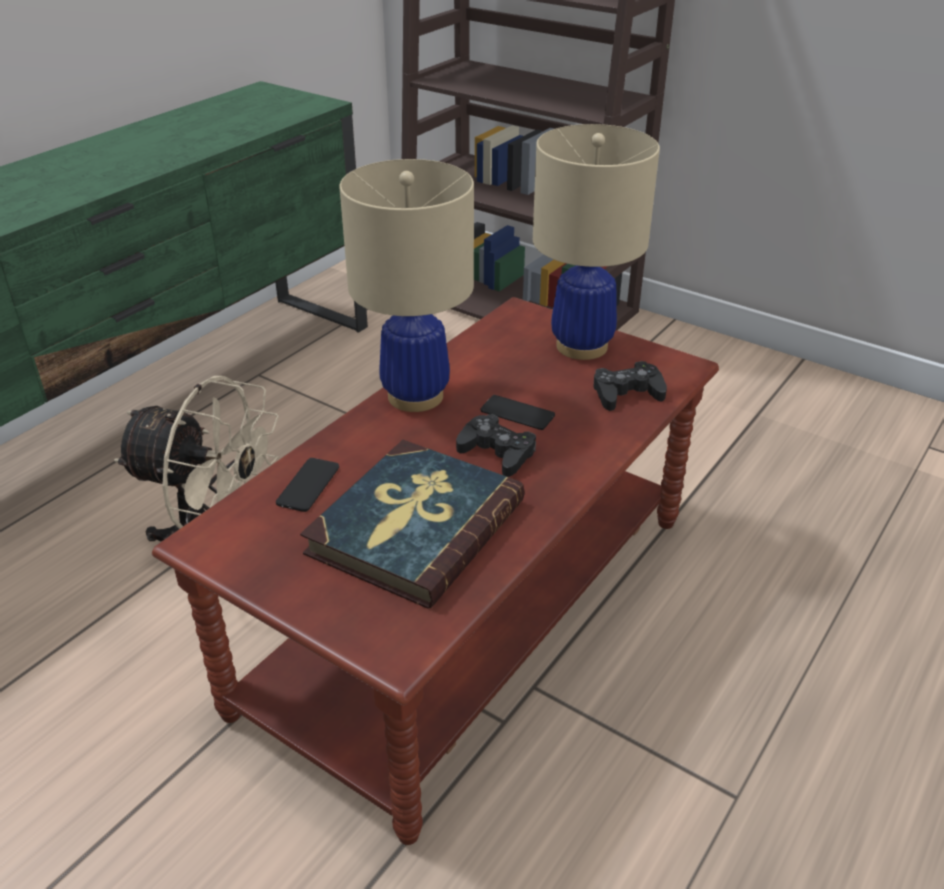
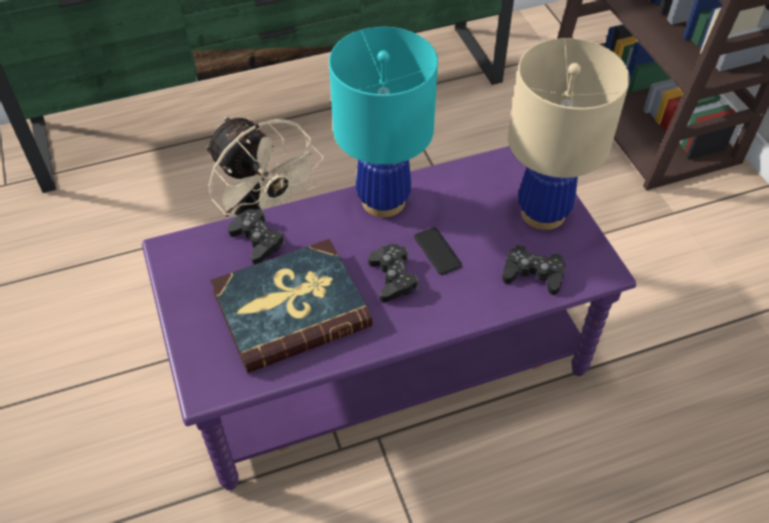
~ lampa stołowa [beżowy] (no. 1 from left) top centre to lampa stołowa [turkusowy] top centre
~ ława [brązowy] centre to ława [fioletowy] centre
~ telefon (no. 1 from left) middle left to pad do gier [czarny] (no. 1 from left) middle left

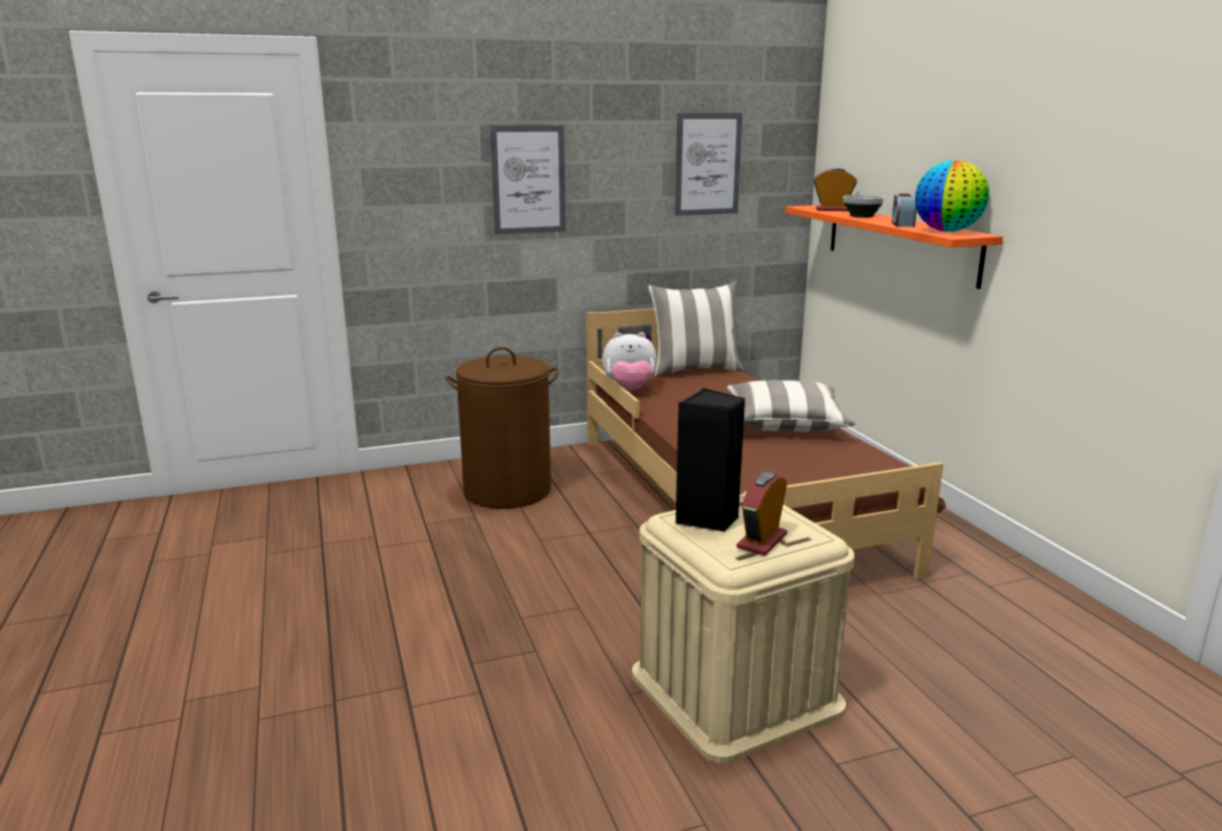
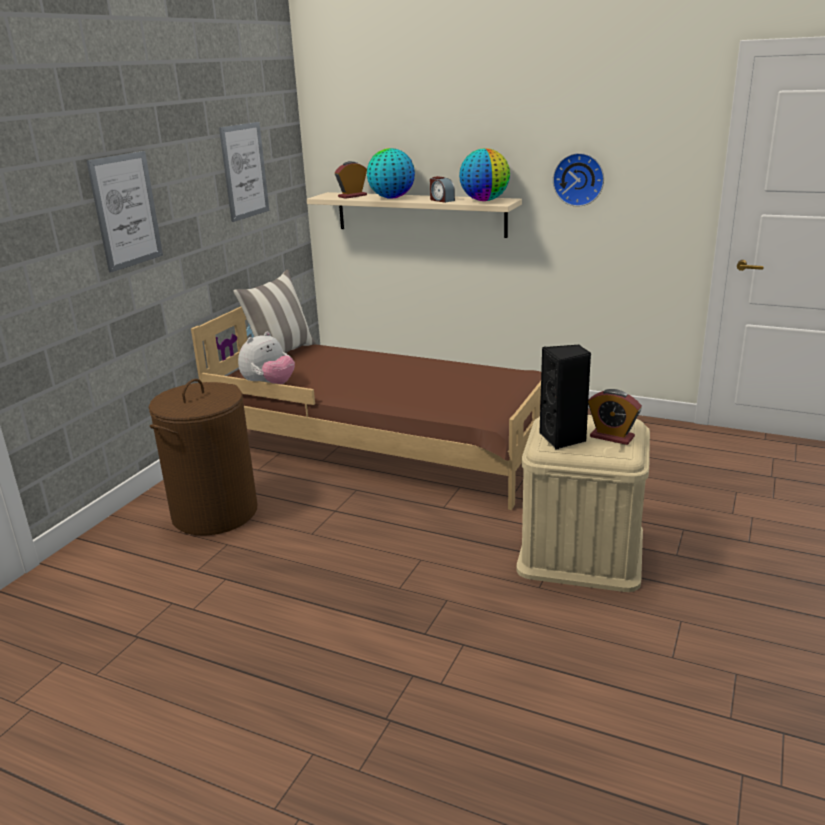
~ miska top right to globus (no. 1 from left) top centre
~ półka [pomarańczowy] top right to półka [beżowy] top centre
- poduszka (no. 2 from left) centre
~ budzik (no. 1 from left in the first image) centre = middle right 45 degrees counterclockwise
+ zegar ścienny top right

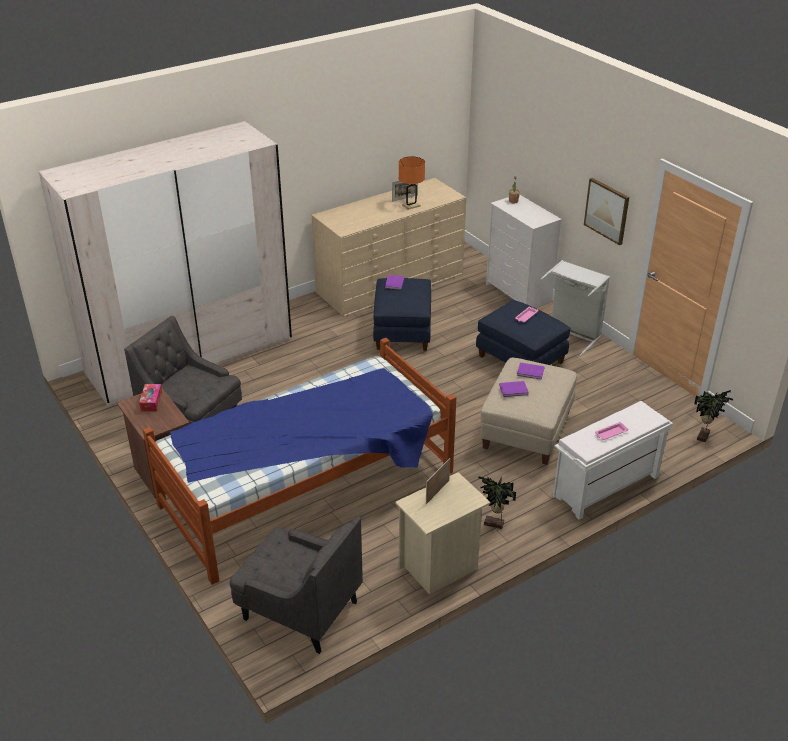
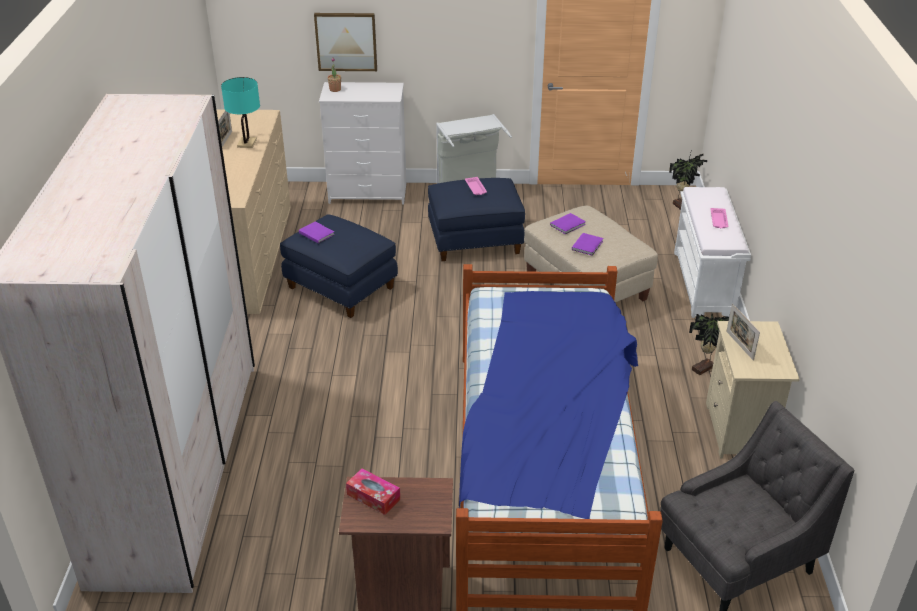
~ lampa stołowa [pomarańczowy] top centre to lampa stołowa [turkusowy] top left
~ obraz top right to top centre
- fotel [szary] (no. 1 from left) middle left

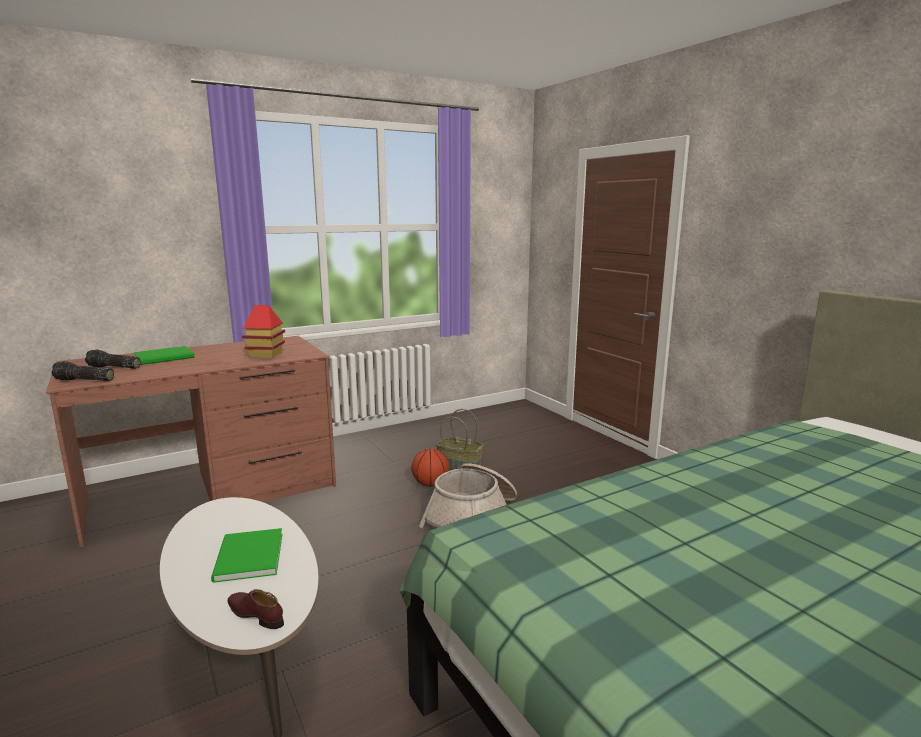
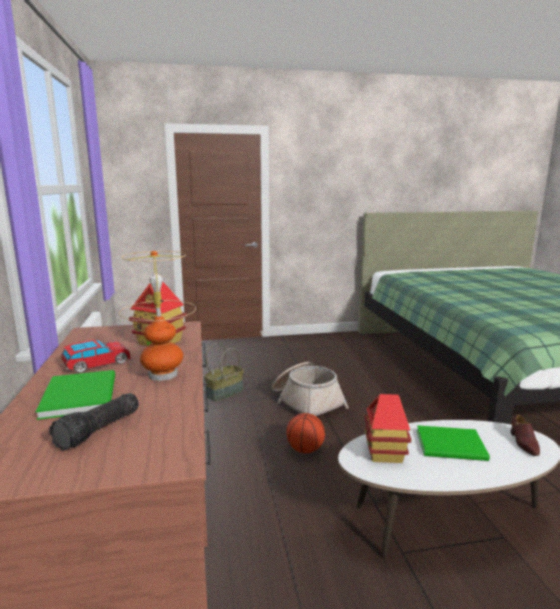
- latarka (no. 1 from left) middle left
~ piłka do koszykówki centre to bottom centre
~ but [brązowy] bottom left = bottom right 45 degrees counterclockwise
+ lampa stołowa middle left
+ samochodzik middle left
+ domek (no. 2 from left) bottom right

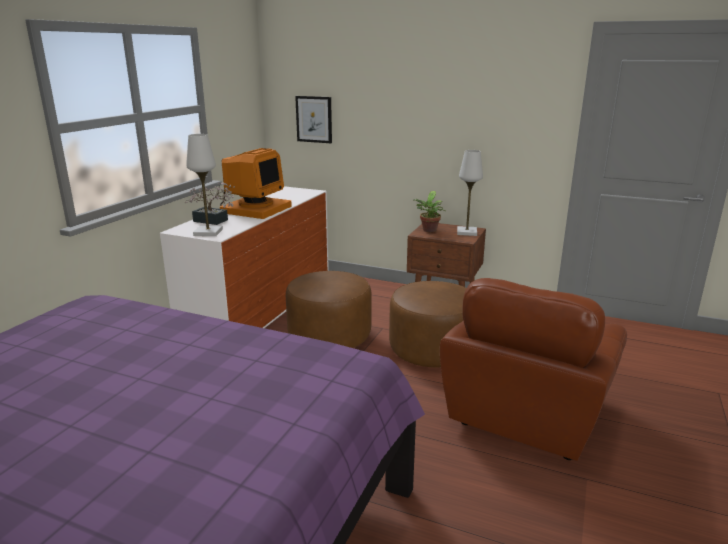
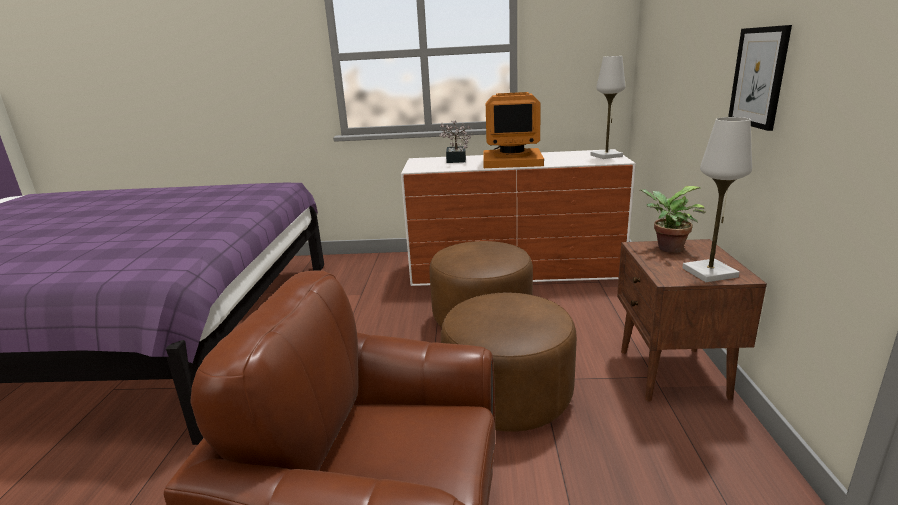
~ obraz top centre to top right
~ lampa stołowa [biały] (no. 1 from left) middle left to top right

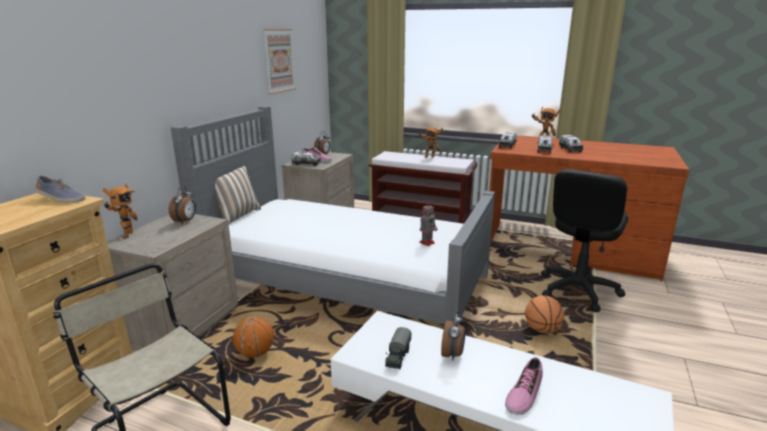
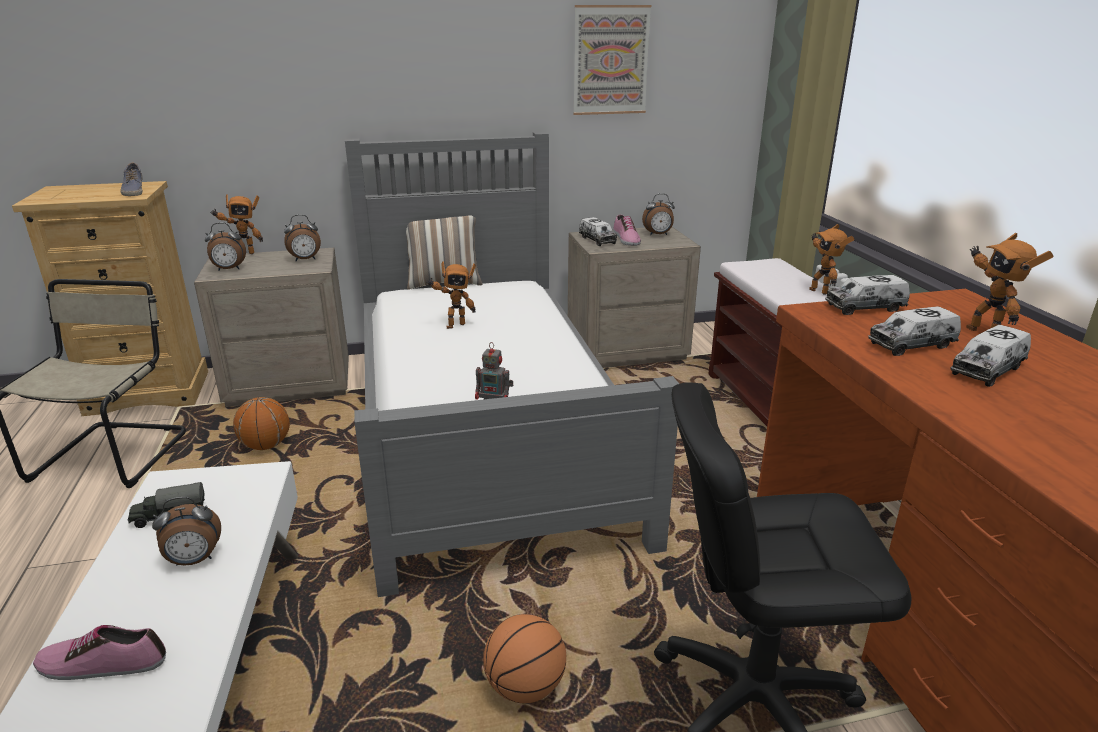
+ budzik (no. 2 from left) middle left
+ robot zabawkowy (no. 2 from left) centre

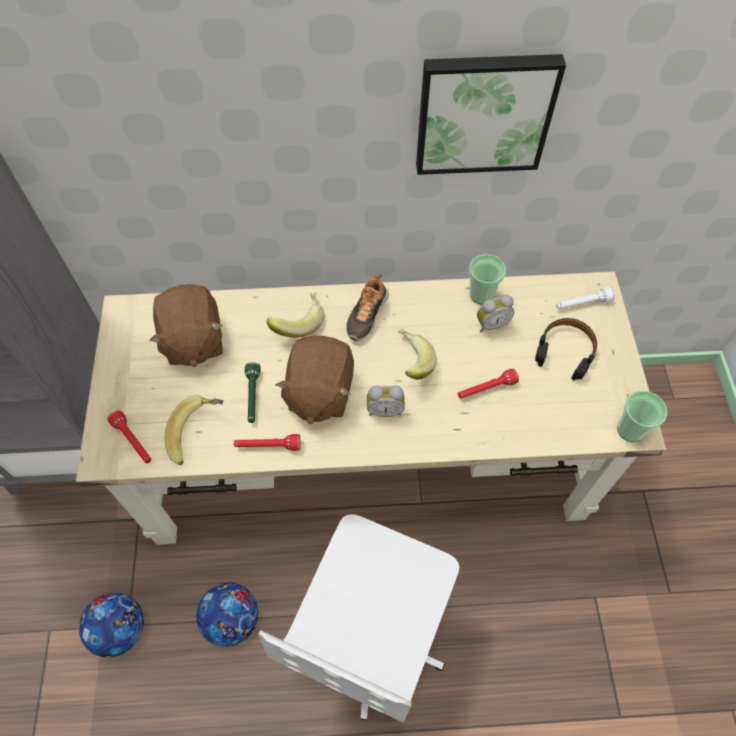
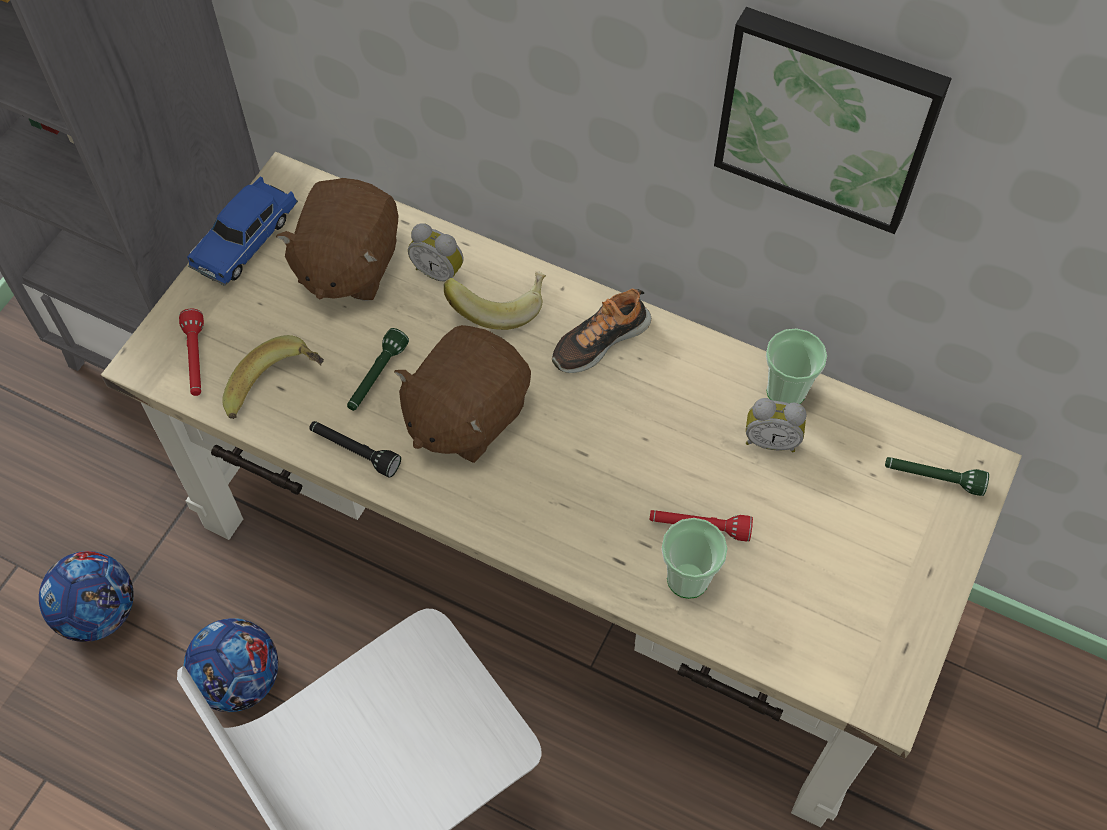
~ latarka [biały] middle right to latarka [zielony] (no. 2 from left) middle right
- słuchawki [czarny] middle right
- banan (no. 3 from left) centre
~ budzik (no. 1 from left) centre to top centre
~ filiżanka (no. 2 from left in the first image) middle right to filiżanka (no. 1 from left) bottom centre
~ latarka [czerwony] (no. 2 from left) centre to latarka [czarny] middle left
+ samochodzik [niebieski] top left

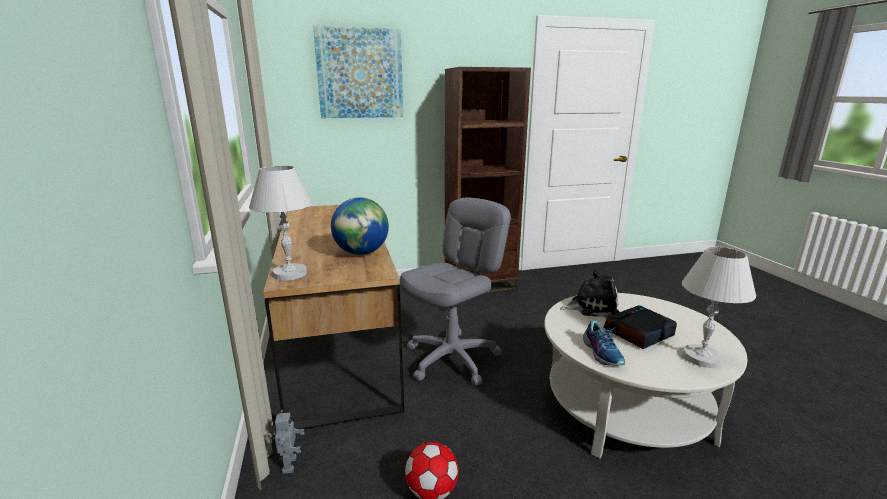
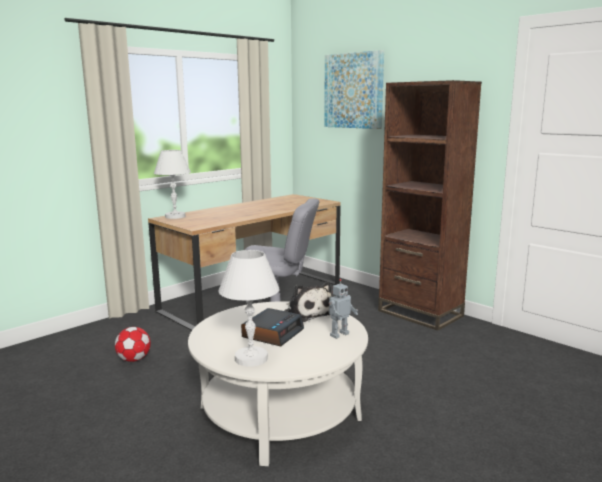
- globus centre
~ budzik middle right = bottom centre 90 degrees clockwise
- but bottom right
~ robot zabawkowy bottom left to centre

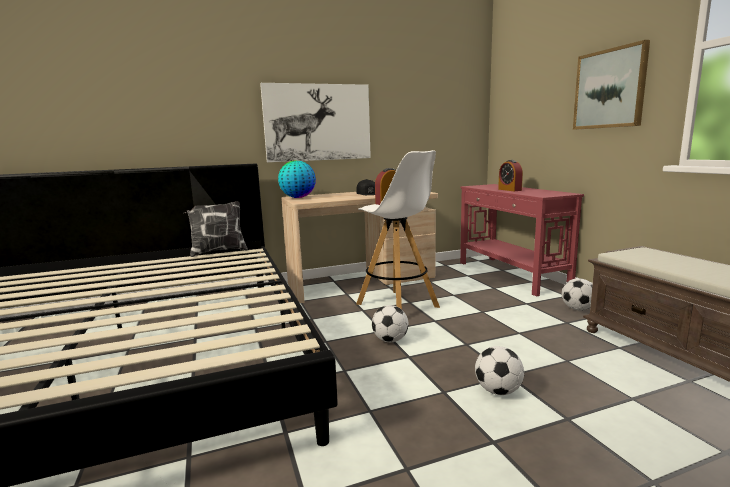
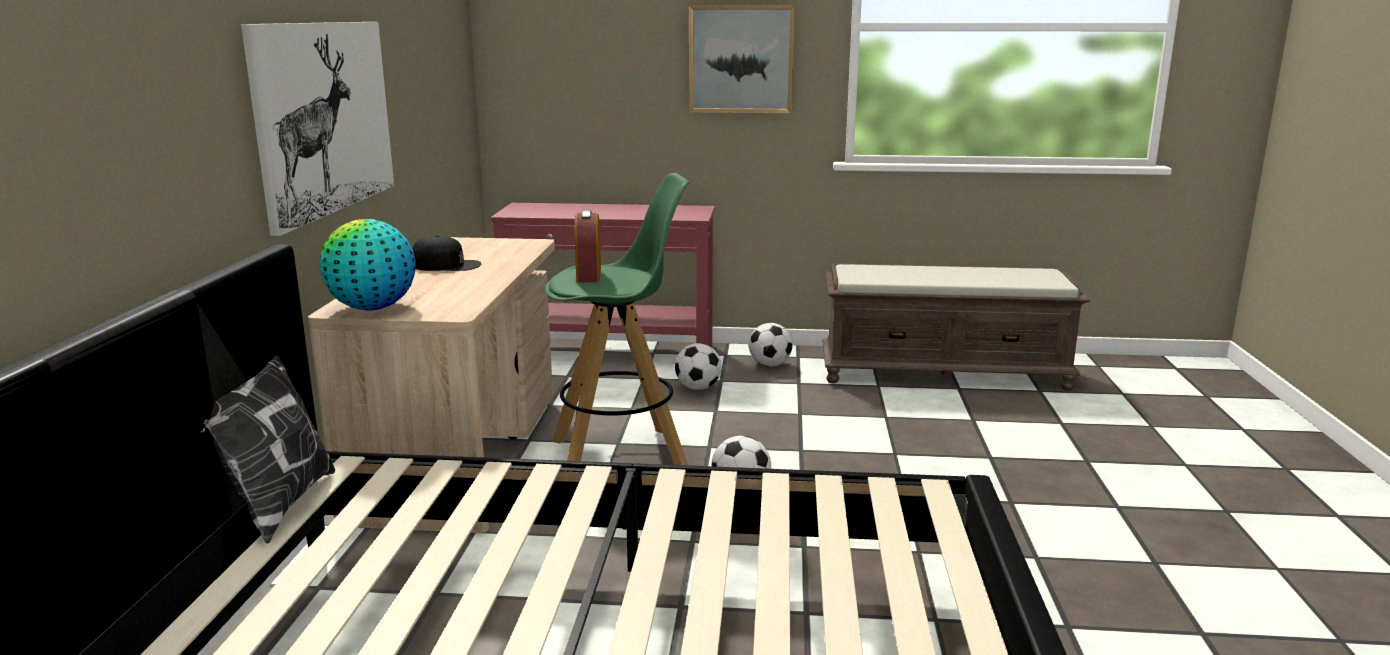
~ stołek [biały] centre to stołek [zielony] centre
- budzik (no. 2 from left) middle right
~ piłka futbolowa (no. 2 from left in the first image) bottom right to piłka futbolowa (no. 1 from left) centre

